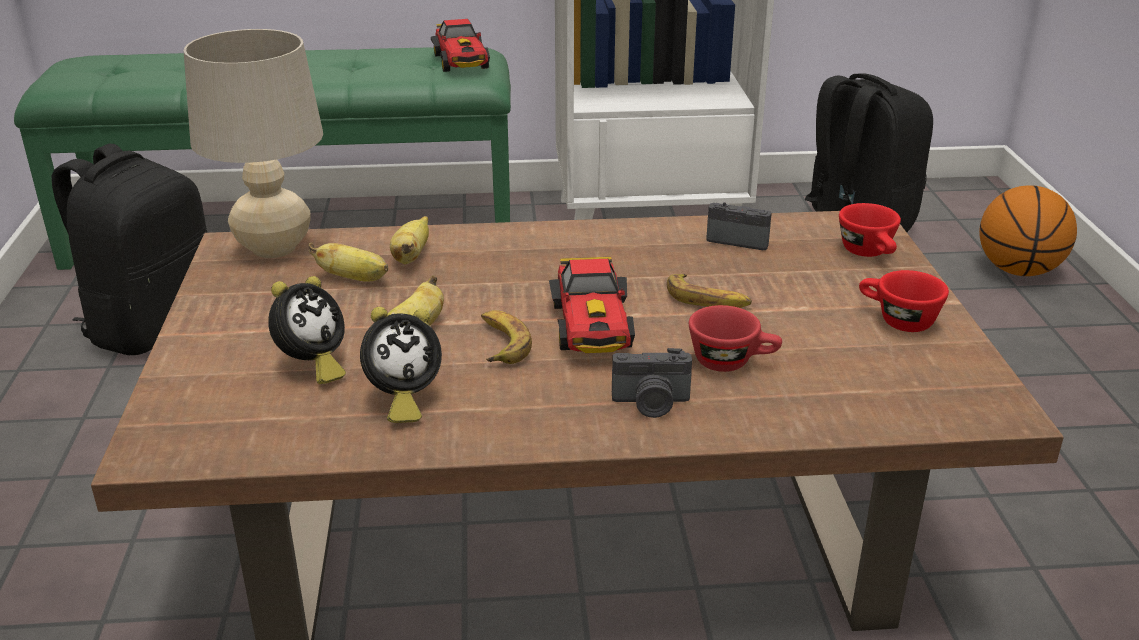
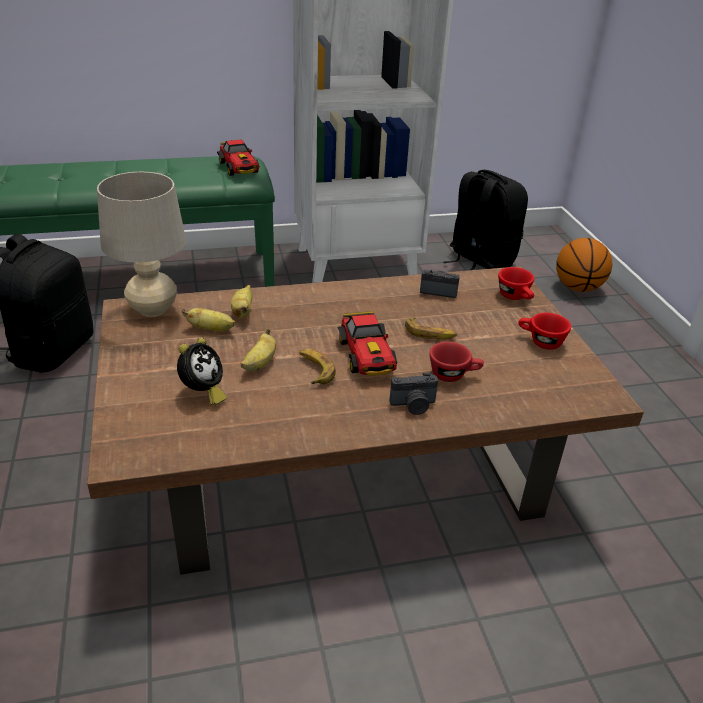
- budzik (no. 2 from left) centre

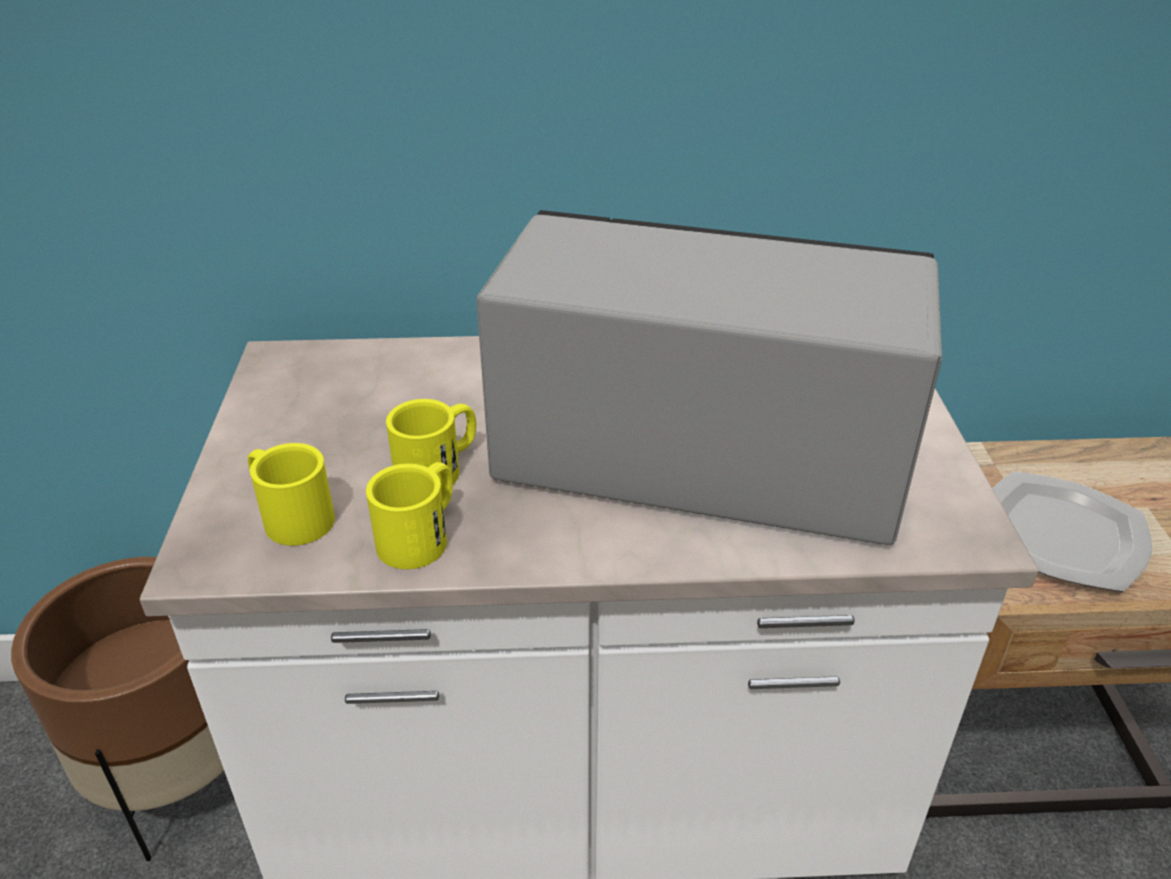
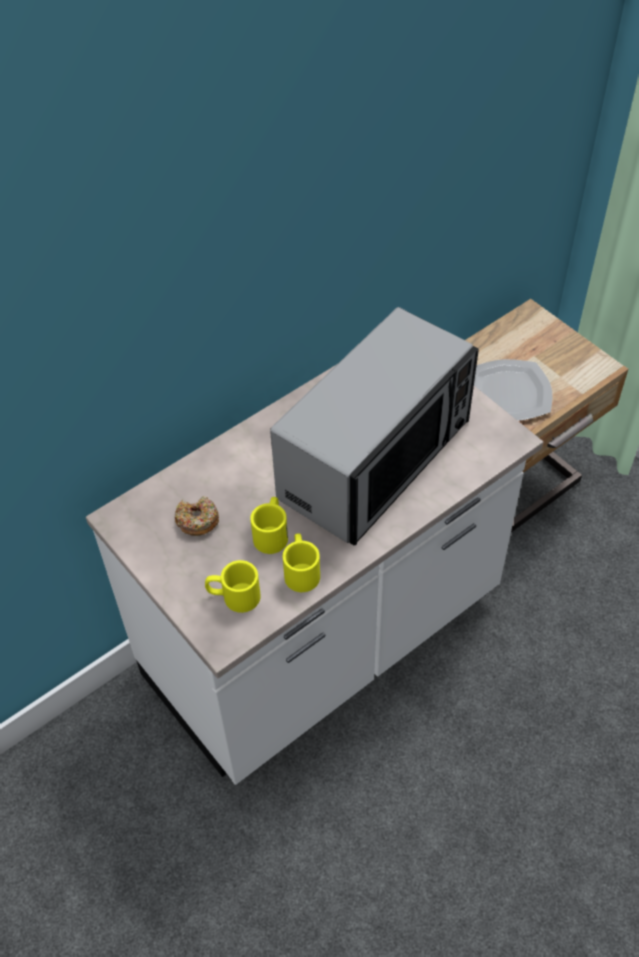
~ mikrofalówka centre = centre 150 degrees clockwise
- donica [brązowy] bottom left
+ donut middle left

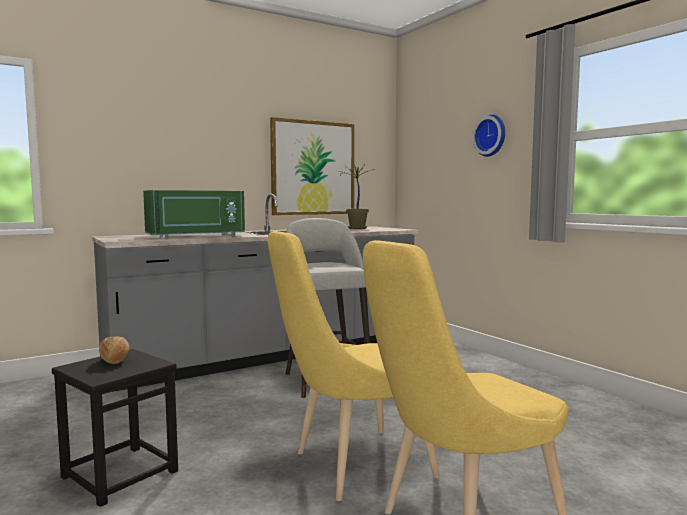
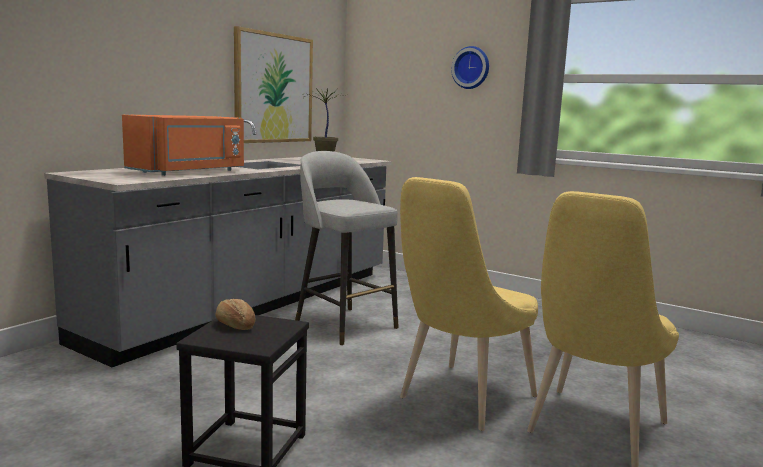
~ mikrofalówka [zielony] middle left to mikrofalówka [pomarańczowy] top left

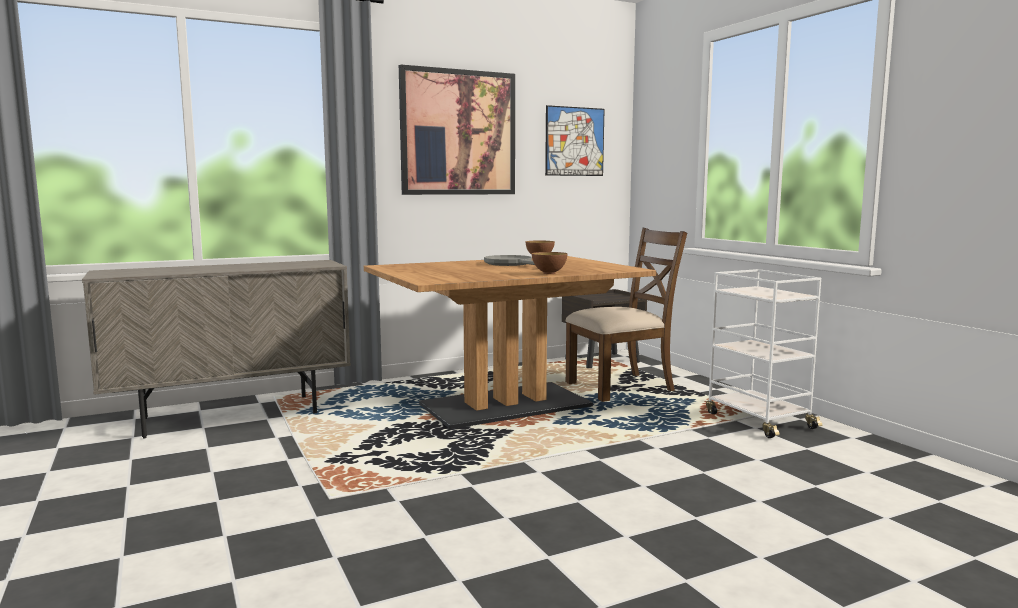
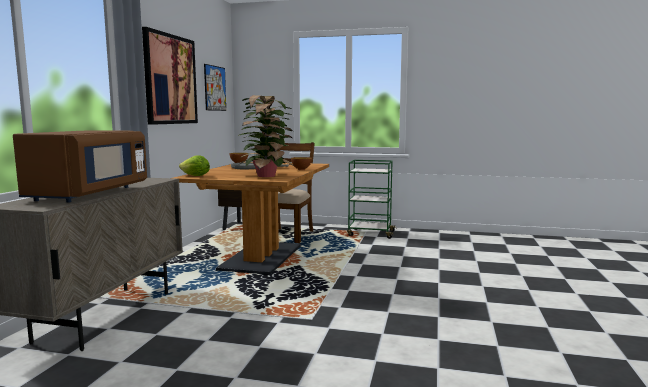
~ wózek [biały] middle right to wózek [zielony] centre
+ roślina doniczkowa centre
+ mikrofalówka [brązowy] middle left
+ sałata middle left

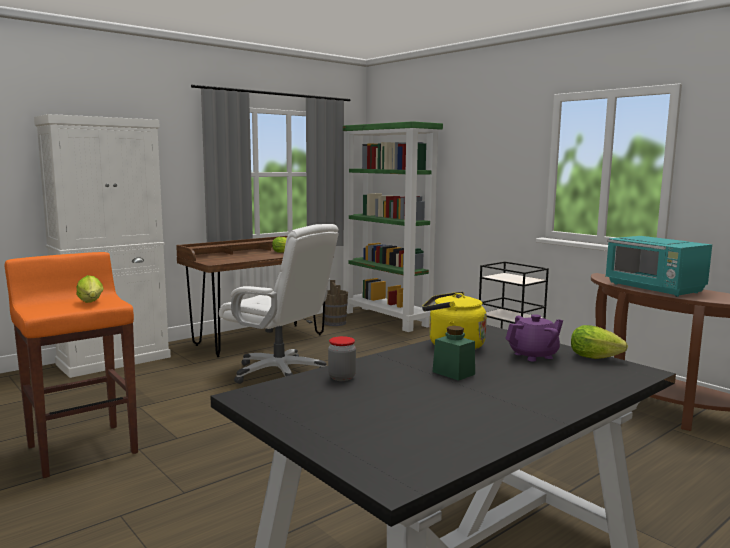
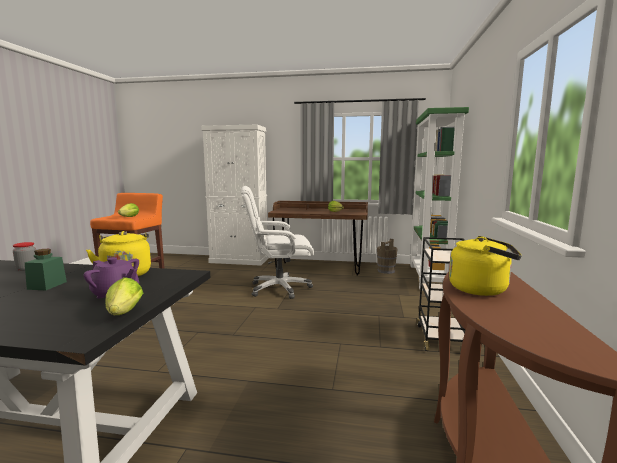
~ krzesło biurowe [biały] centre = centre 90 degrees clockwise
~ mikrofalówka [turkusowy] middle right to czajnik [żółty] (no. 2 from left) middle right

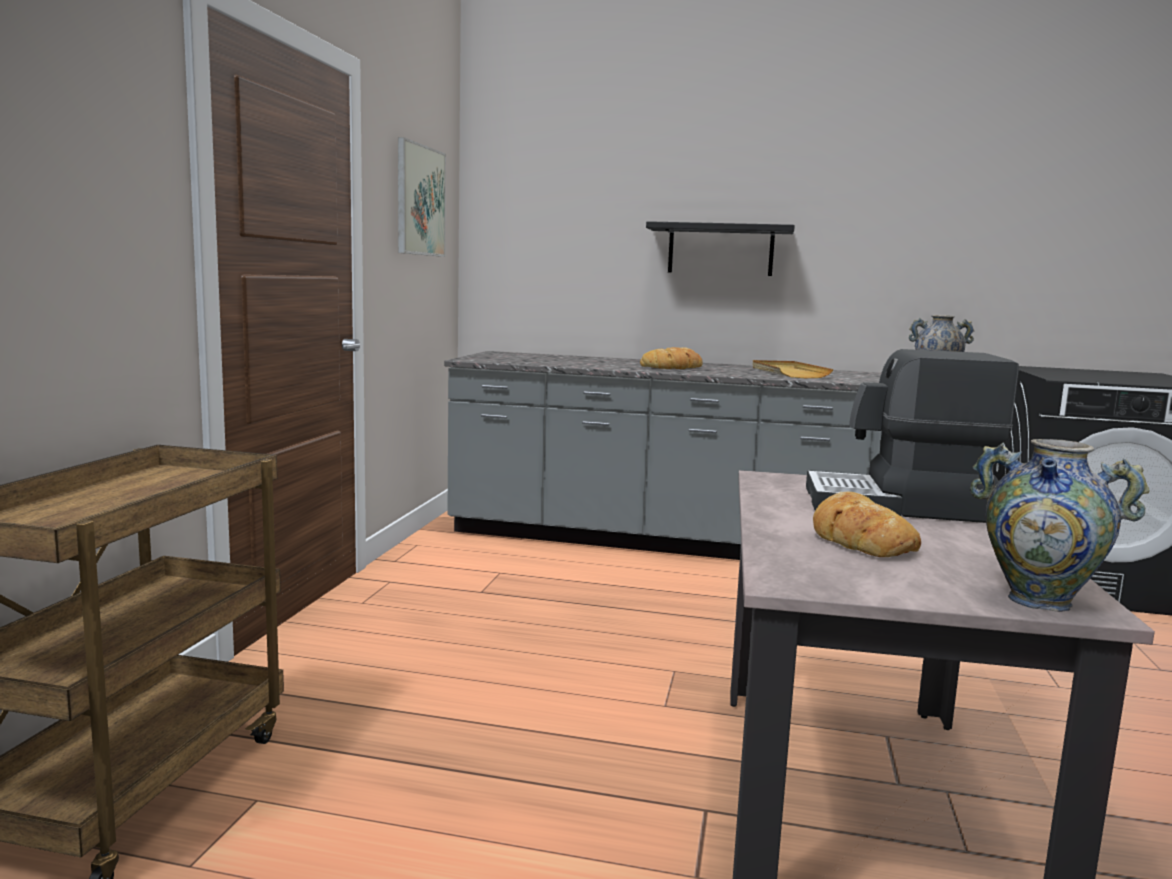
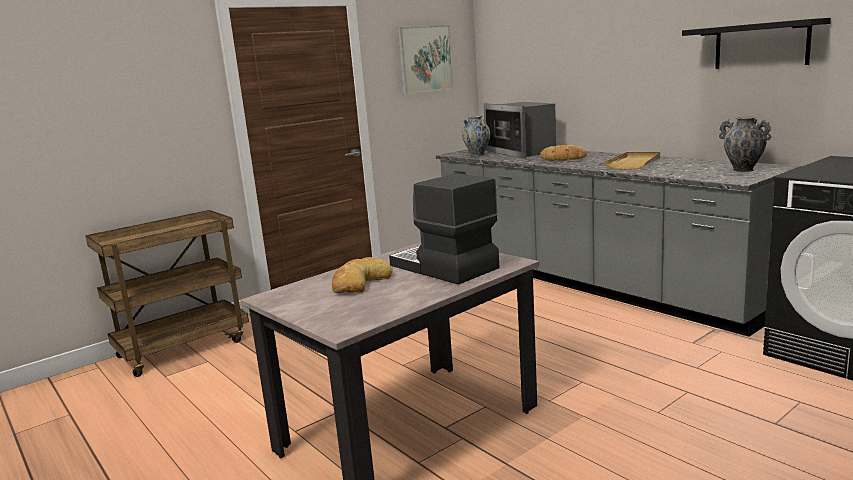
~ półka [czarny] top centre to top right
~ wazon (no. 2 from left in the first image) middle right to wazon (no. 1 from left) top centre
+ mikrofalówka top centre

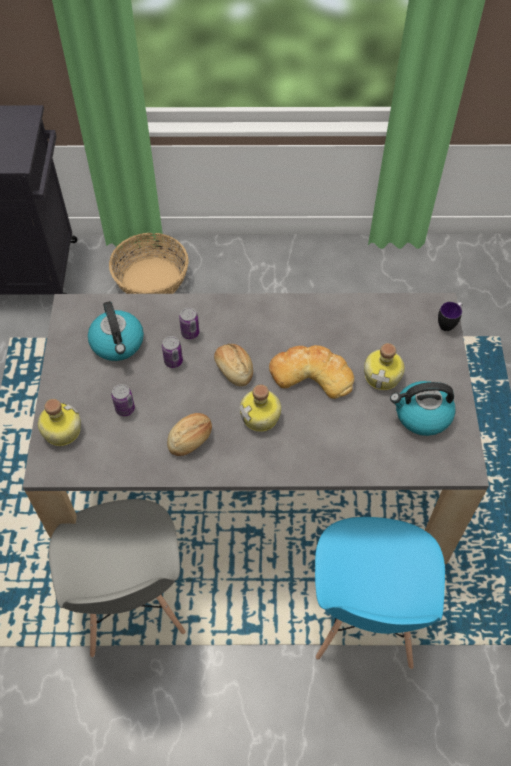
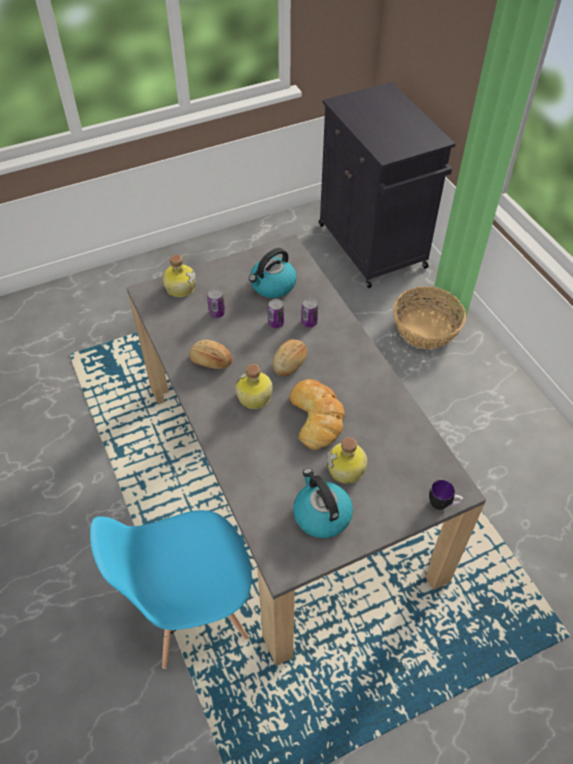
- krzesło [szary] bottom left

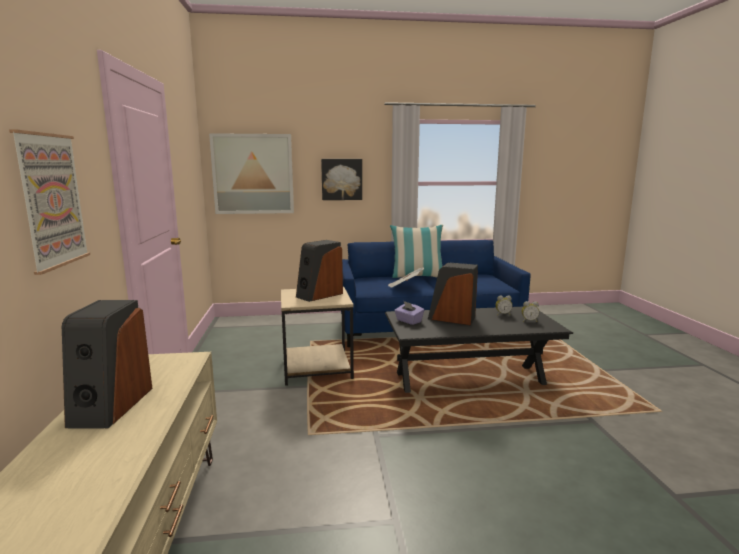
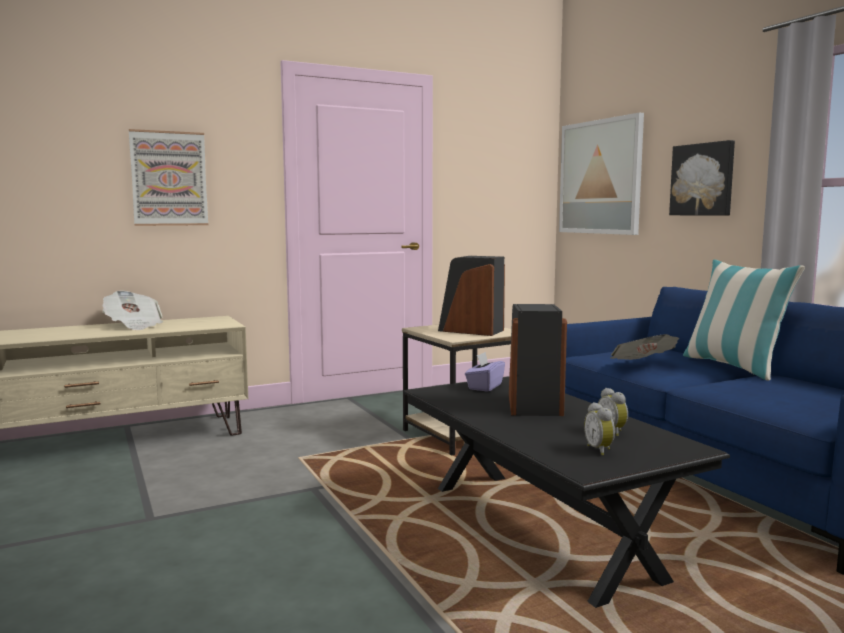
~ głośnik (no. 1 from left) middle left to gazeta (no. 1 from left) middle left

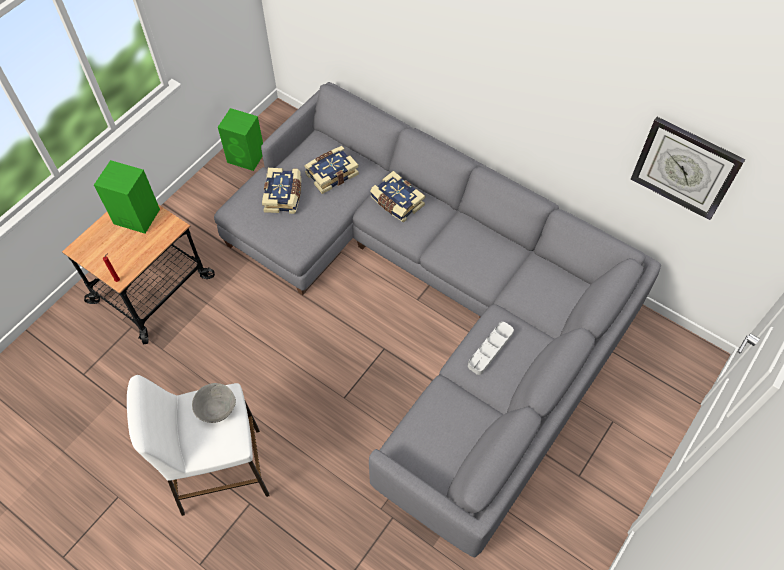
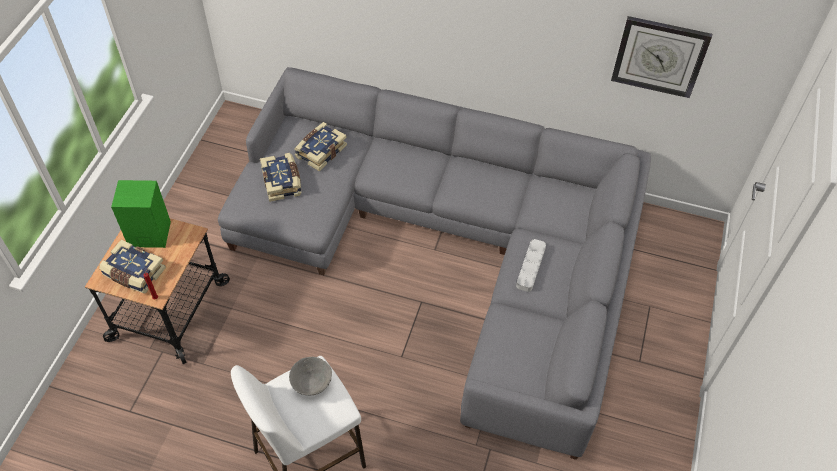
- głośnik [zielony] (no. 2 from left) top left
~ książka (no. 3 from left in the first image) centre to książka (no. 1 from left) middle left

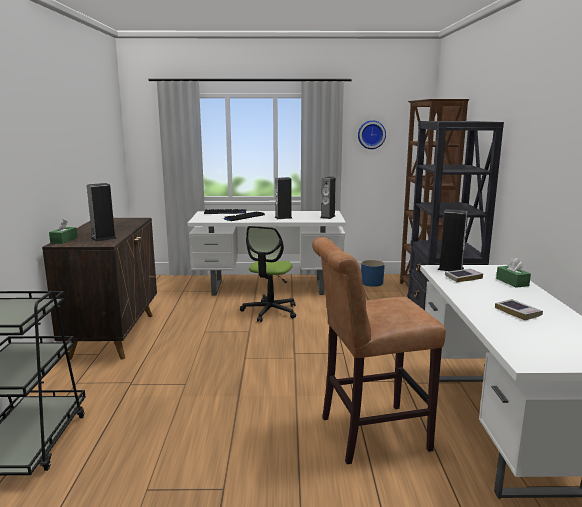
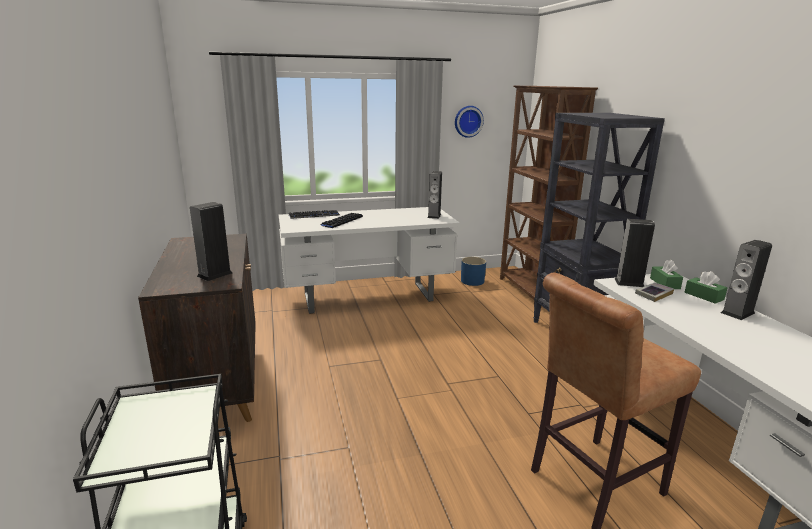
~ głośnik (no. 2 from left in the first image) centre to głośnik (no. 4 from left) middle right
~ pudełko chusteczek [zielony] (no. 1 from left) middle left to middle right
- krzesło biurowe centre
- książka (no. 2 from left) middle right

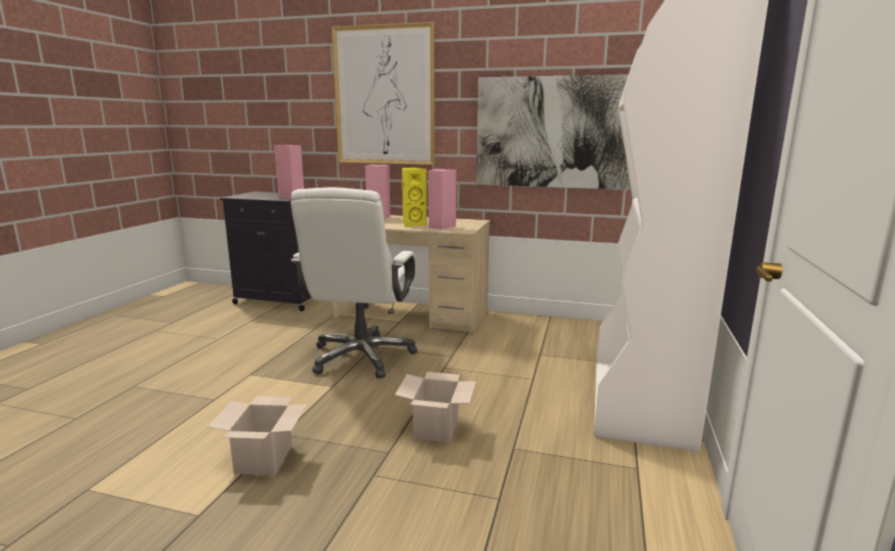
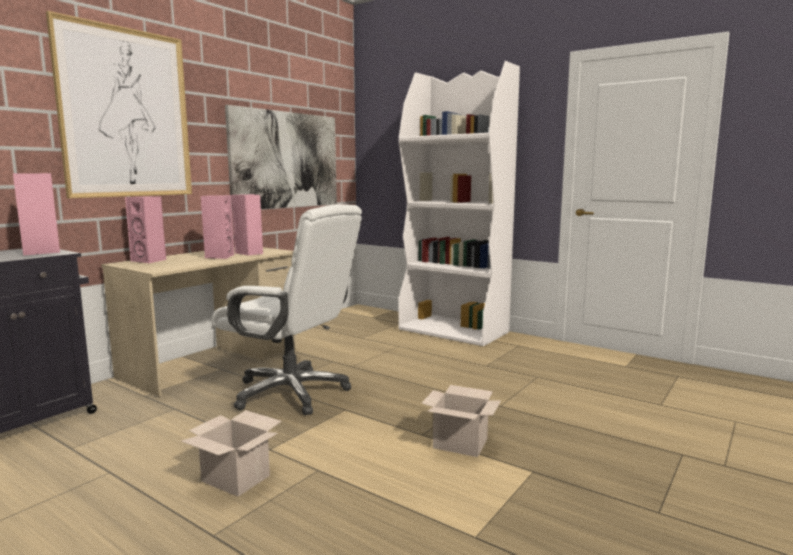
~ głośnik [żółty] centre to głośnik [różowy] (no. 3 from left) middle left
~ karton (no. 2 from left in the first image) bottom centre to karton (no. 1 from left) bottom left

